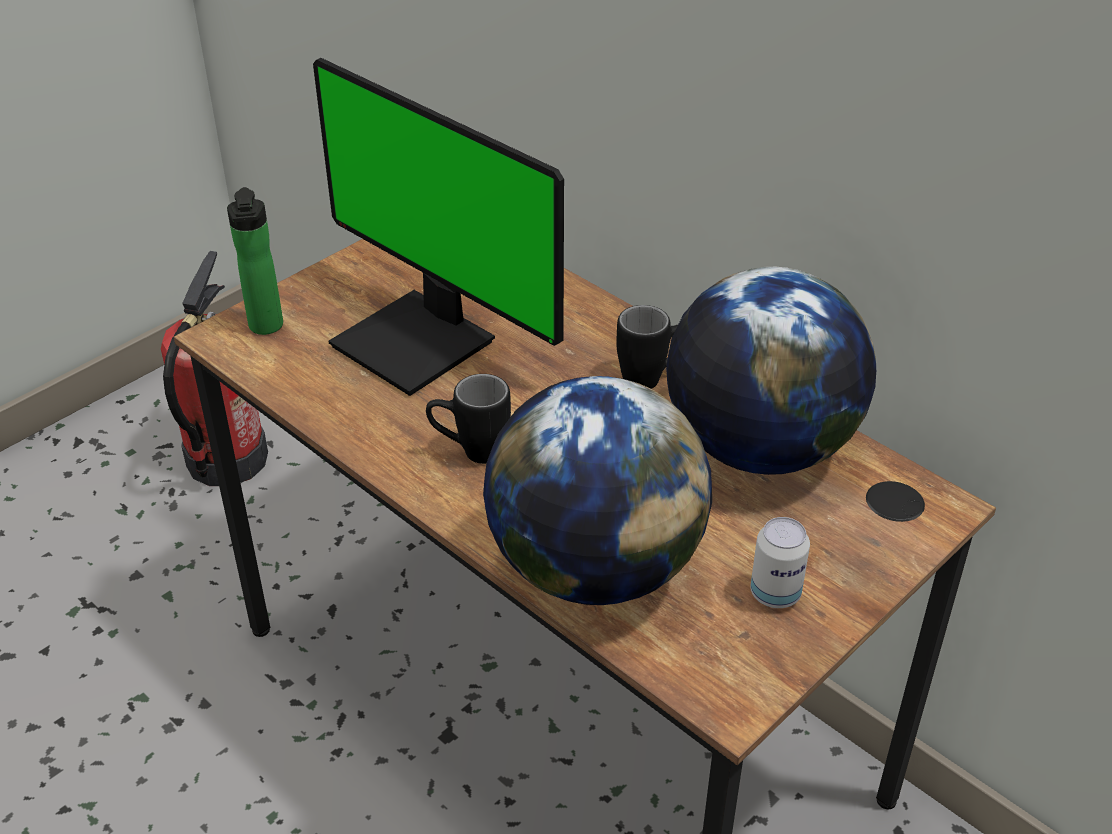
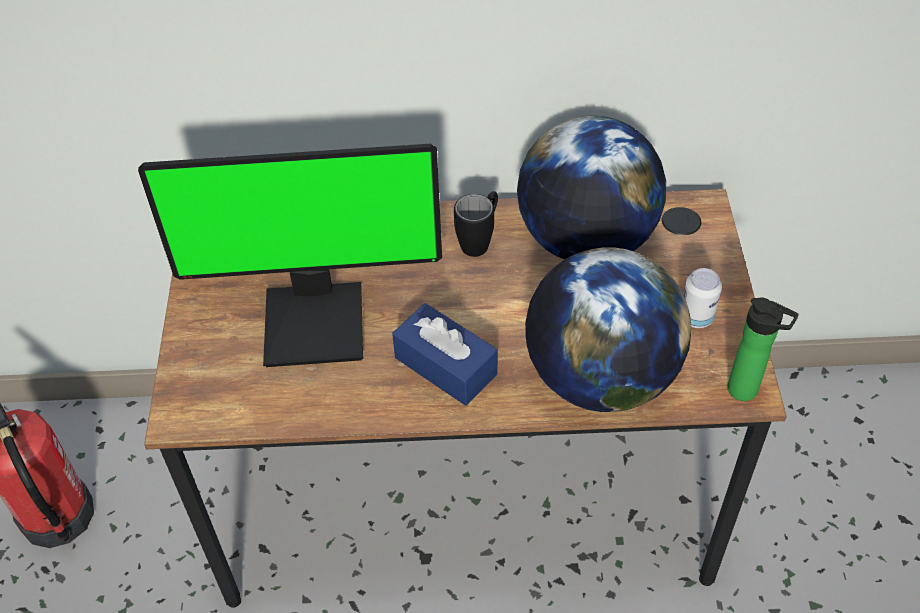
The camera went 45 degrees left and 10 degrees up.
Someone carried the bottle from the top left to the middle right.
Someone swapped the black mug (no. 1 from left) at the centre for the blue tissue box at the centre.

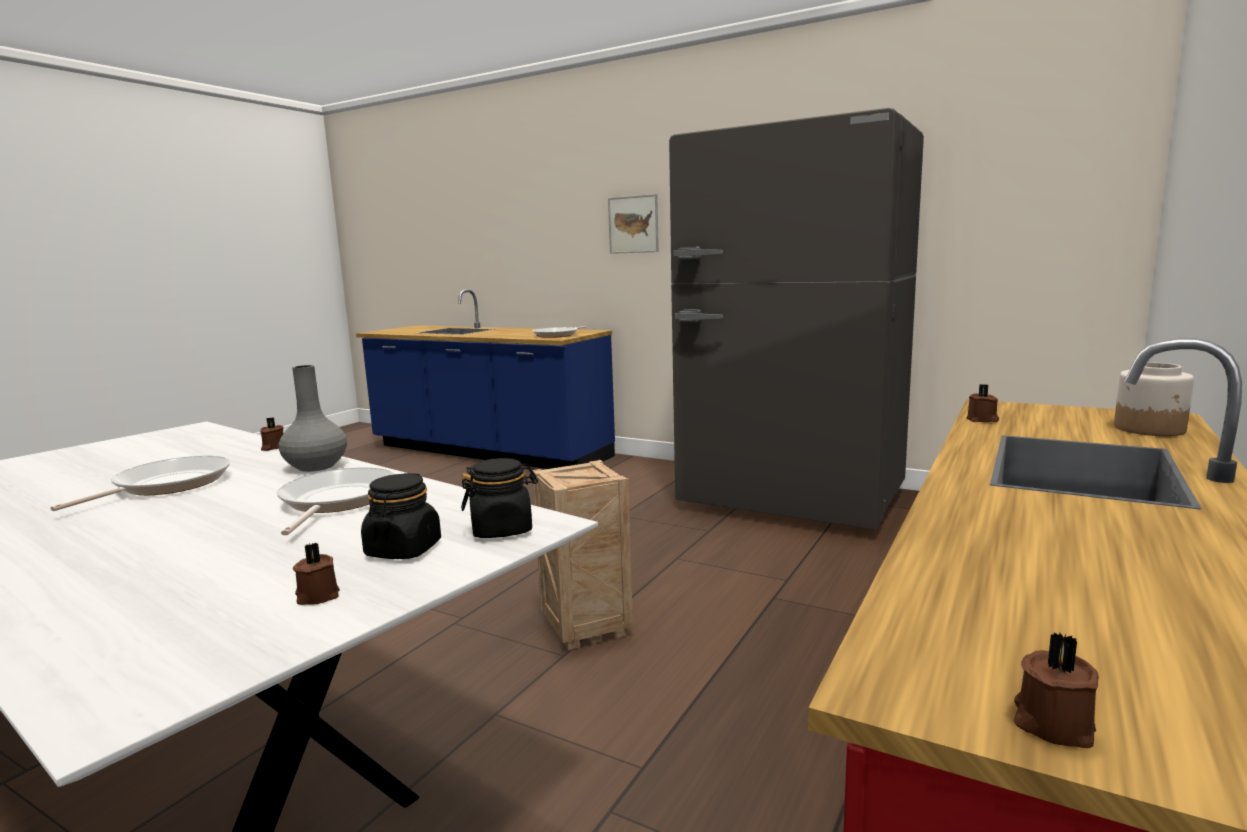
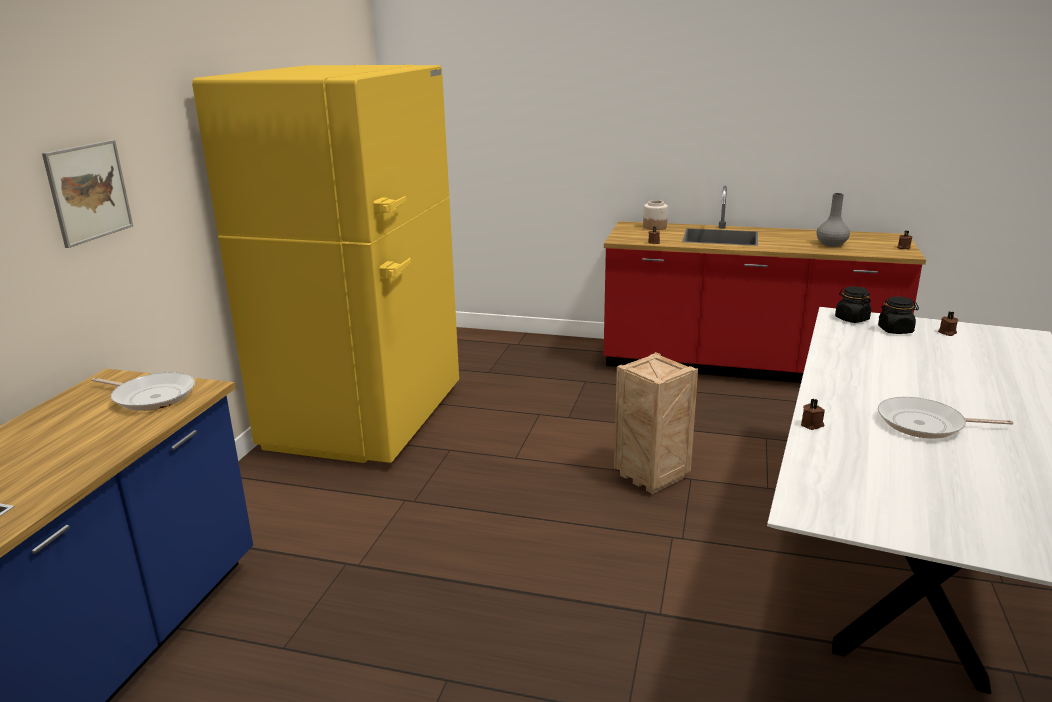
The camera went 105 degrees left and 10 degrees up.
Someone took away the frying pan (no. 2 from left) at the middle left.
Someone carried the grey vase from the middle left to the top right.
Someone repainted the grey fridge at the centre, which became the yellow fridge at the middle left.

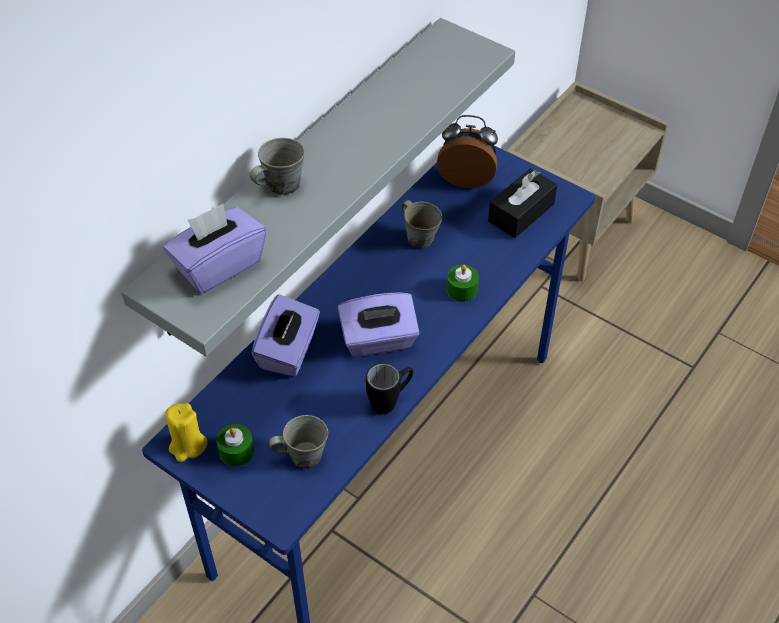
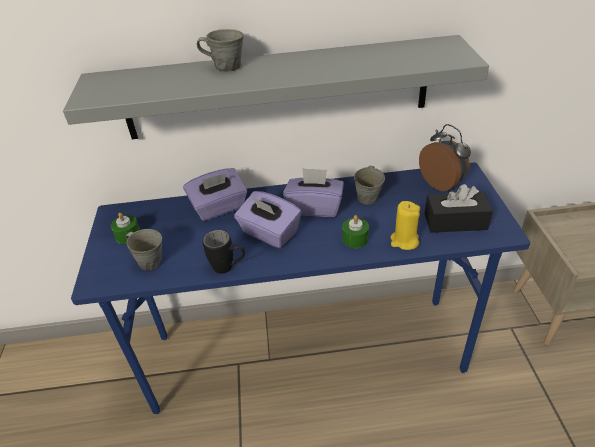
The camera went 50 degrees right and 10 degrees down.
Someone carried the purple tissue box (no. 1 from left in the first image) from the middle left to the centre.
Someone carried the yellow candle from the bottom left to the middle right.

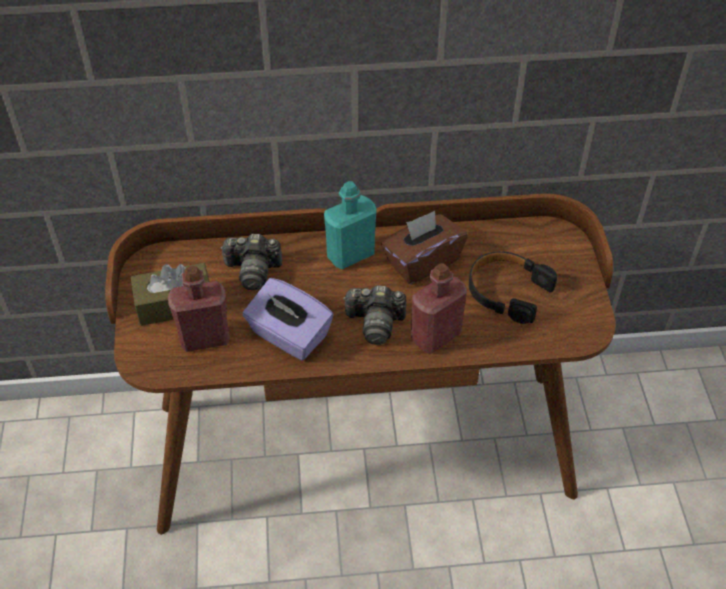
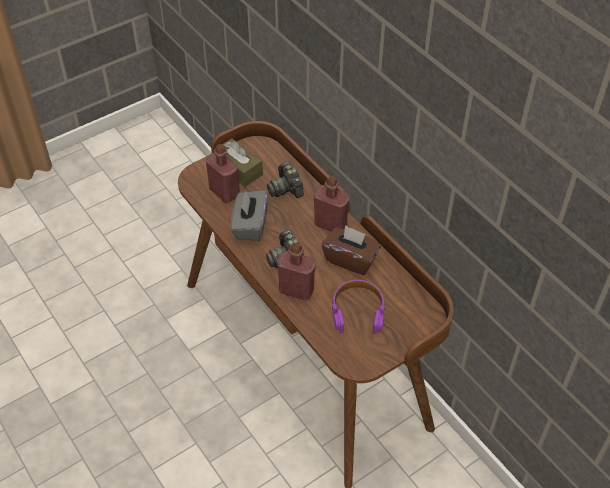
The camera went 60 degrees right and 0 degrees up.
Someone repainted the purple tissue box at the centre, which became the grey tissue box at the centre.
Someone repainted the turquoise bottle at the centre, which became the red bottle (no. 3 from left) at the centre.
Someone repainted the black headphones at the middle right, which became the purple headphones at the centre.

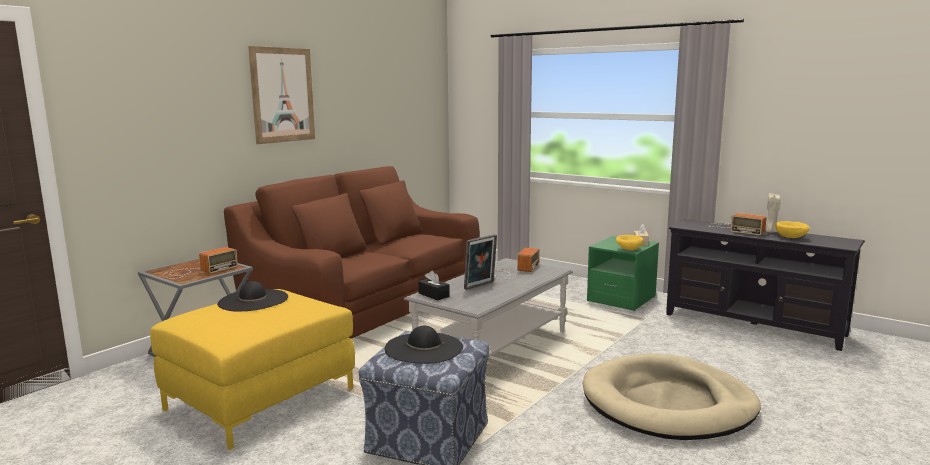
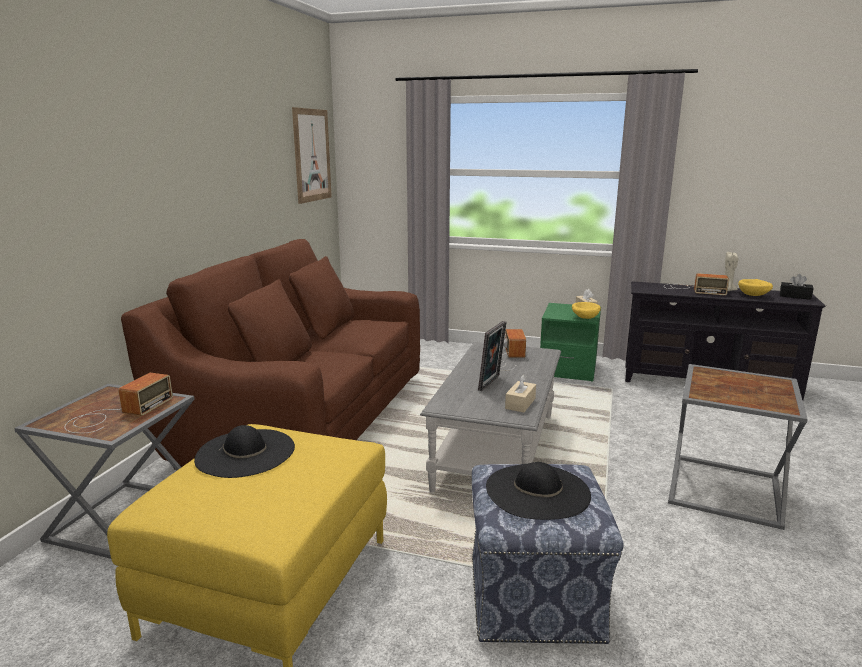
The camera went 20 degrees left and 5 degrees up.
Someone carried the picture from the top left to the top centre.
Someone carried the black tissue box from the centre to the middle right.
Someone swapped the beige dog bed at the bottom right for the grey side table (no. 2 from left) at the bottom right.
Someone put down the beige tissue box (no. 1 from left) at the centre.

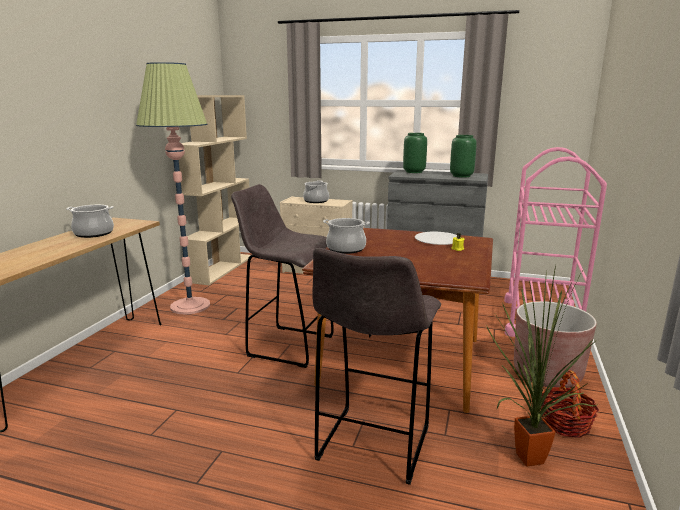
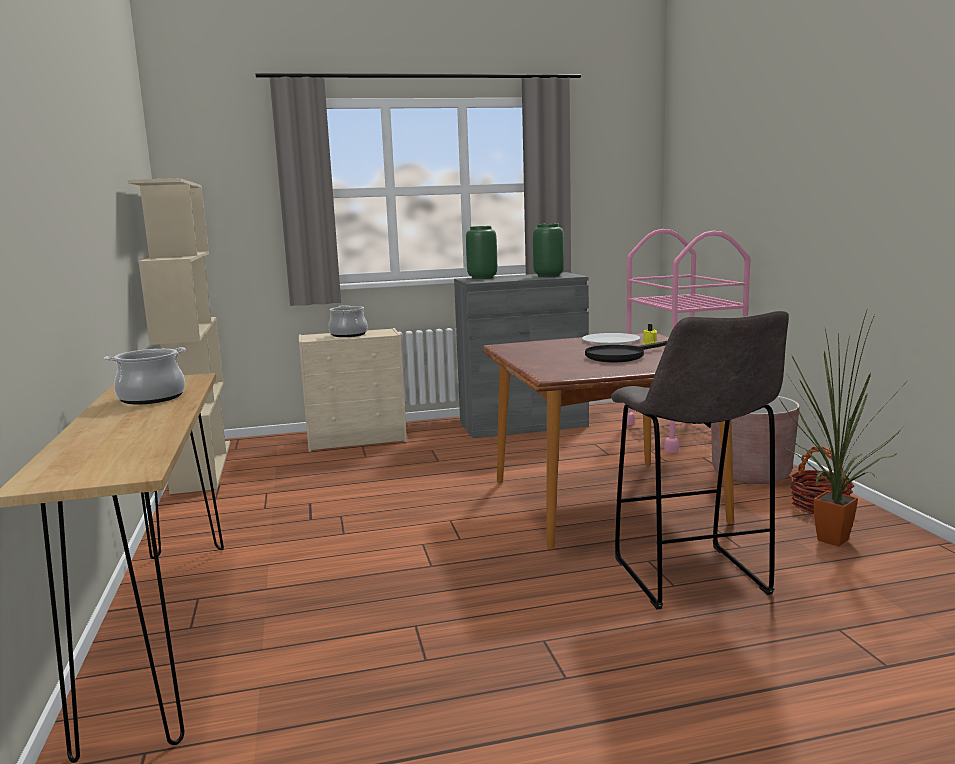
The camera went 30 degrees left and 5 degrees down.
Someone took away the floor lamp at the middle left.
Someone took away the grey stool (no. 1 from left) at the centre.
Someone took away the cooking pot (no. 3 from left) at the centre.
Someone put down the black frying pan at the centre.

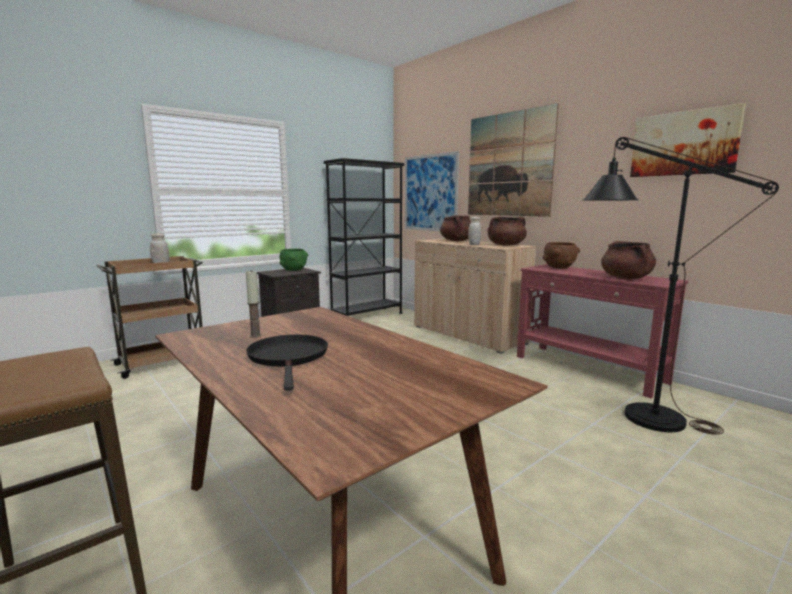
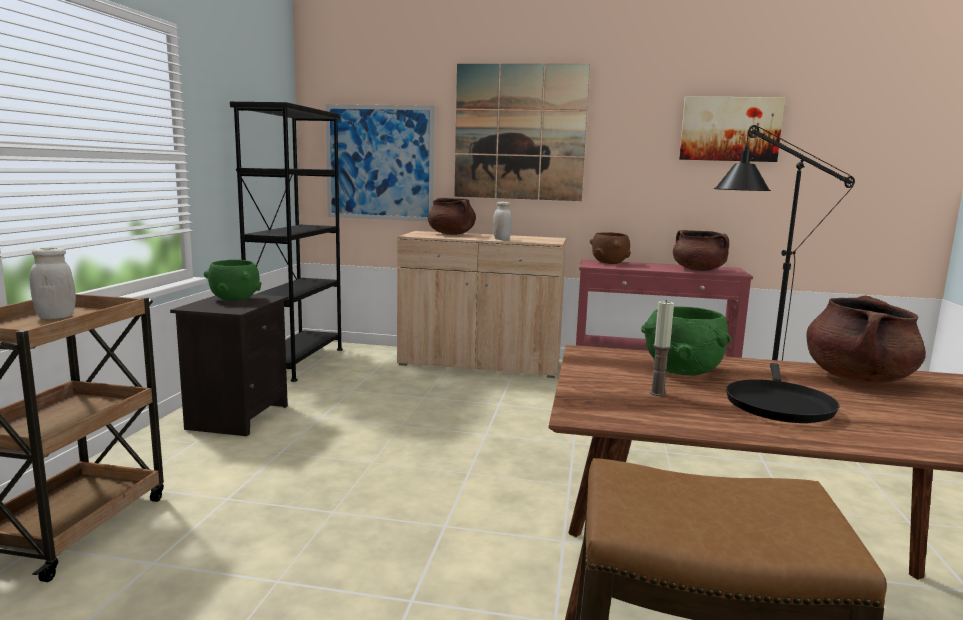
The camera went 40 degrees left and 0 degrees up.
Someone rotated the black frying pan at the centre by 105 degrees counterclockwise.
Someone carried the brown cooking pot (no. 2 from left in the first image) from the centre to the middle right.
Someone put down the green bowl (no. 2 from left) at the middle right.

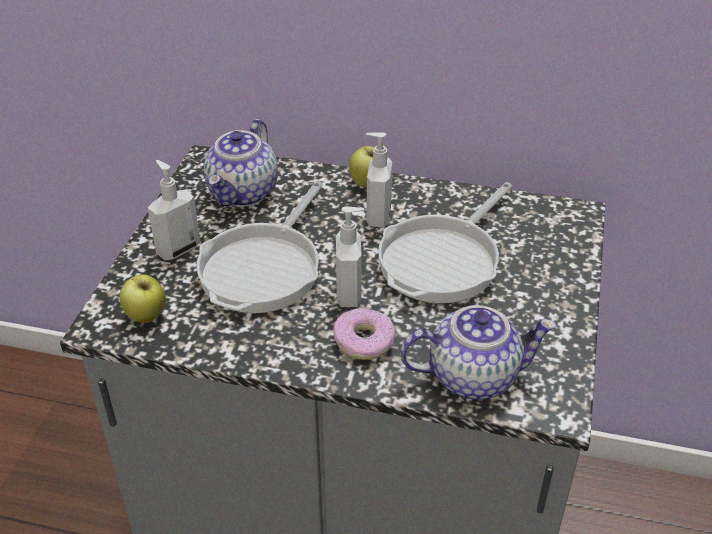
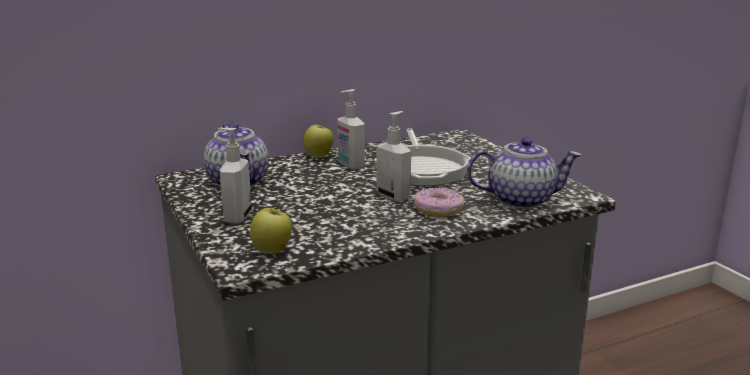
The camera went 40 degrees left and 20 degrees down.
Someone took away the frying pan (no. 1 from left) at the centre.
Someone rotated the teapot (no. 2 from left) at the middle right by 45 degrees clockwise.

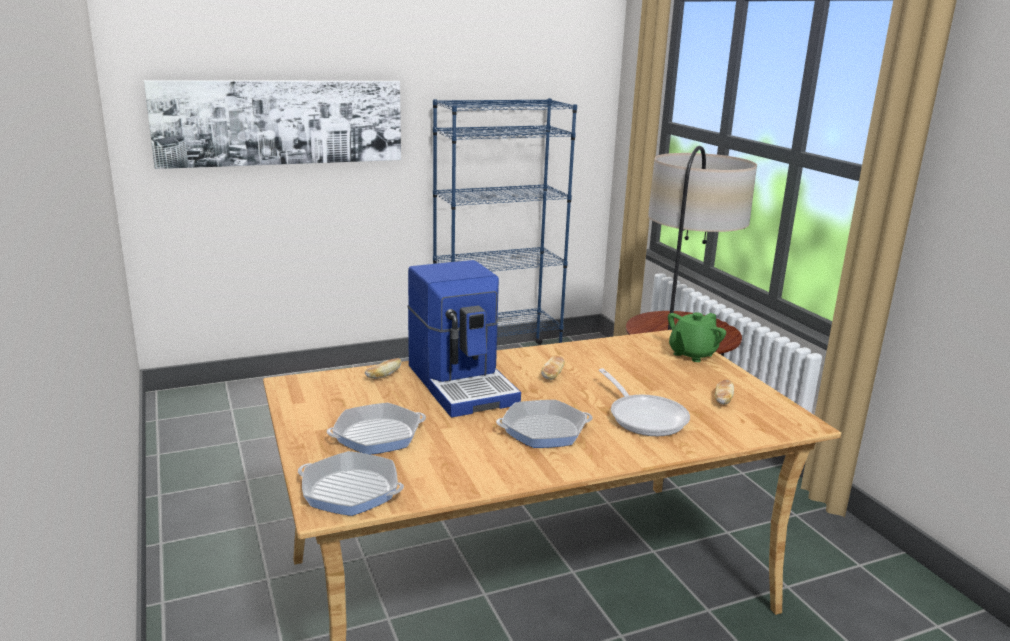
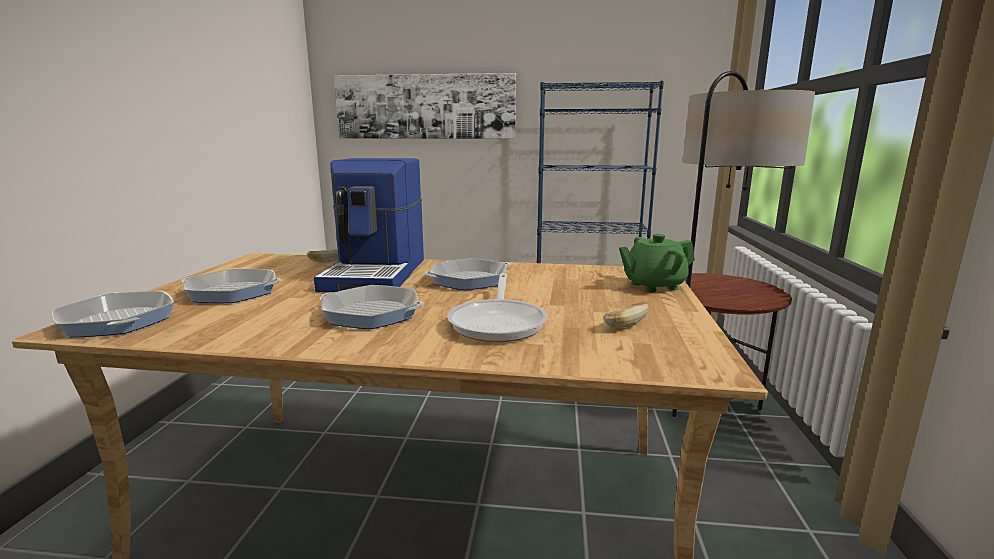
The camera went 30 degrees right and 5 degrees down.
Someone swapped the bread (no. 2 from left) at the centre for the frying pan (no. 4 from left) at the centre.

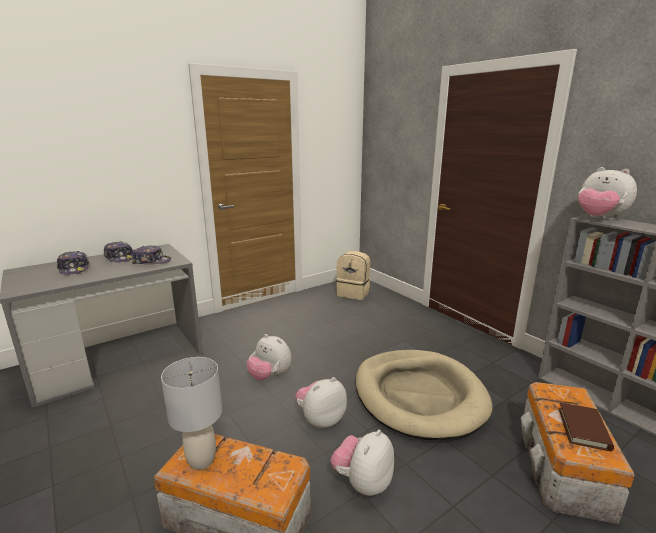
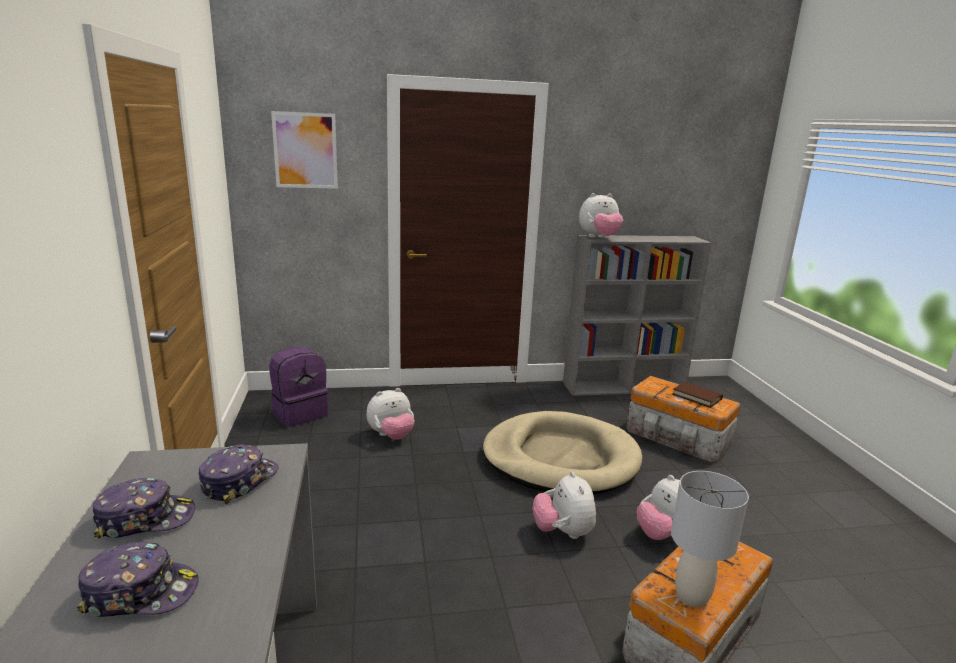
The camera went 65 degrees left and 0 degrees up.
Someone carried the plush toy (no. 1 from left) from the bottom centre to the centre.
Someone repainted the beige backpack at the centre, which became the purple backpack at the middle left.
Someone put up the picture at the top left.

